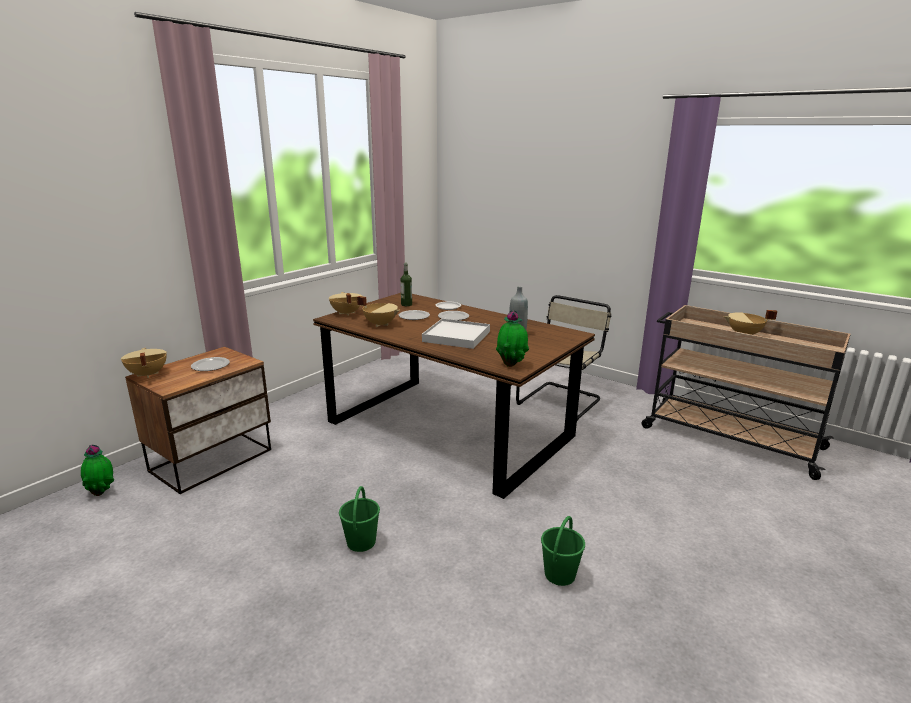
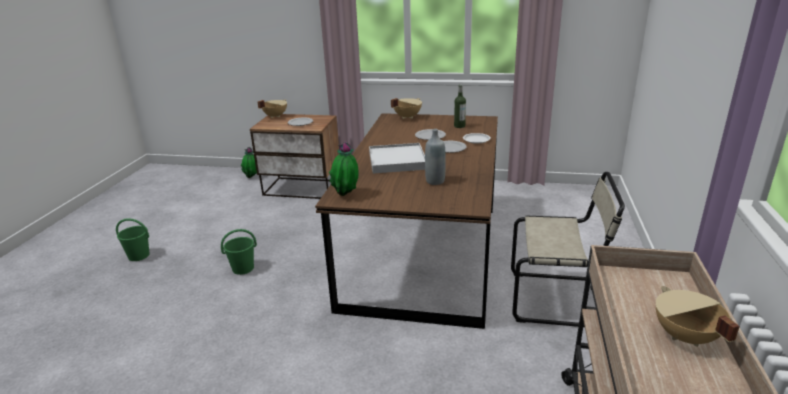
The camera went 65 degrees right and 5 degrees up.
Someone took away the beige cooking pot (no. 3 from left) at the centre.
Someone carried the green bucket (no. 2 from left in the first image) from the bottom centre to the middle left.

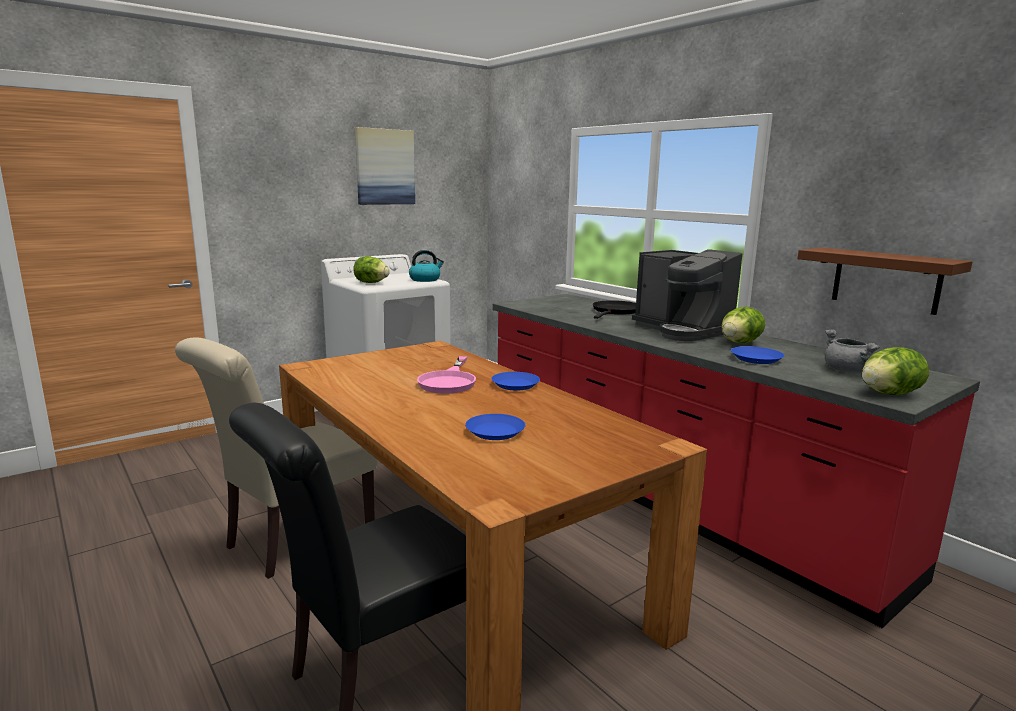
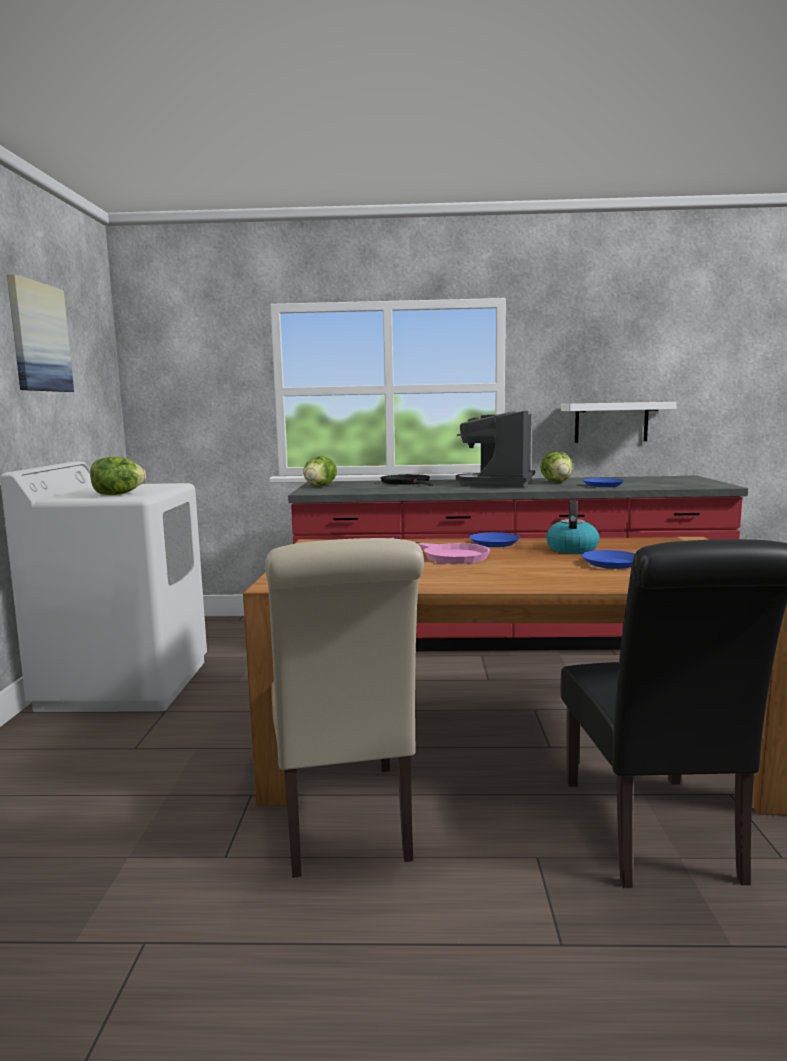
The camera went 50 degrees left and 5 degrees down.
Someone carried the kettle from the centre to the middle right.
Someone rotated the coffee machine at the middle right by 105 degrees clockwise.
Someone repainted the brown shelf at the middle right, which became the white shelf at the middle right.
Someone took away the grey cooking pot at the middle right.
Someone carried the lettuce (no. 3 from left in the first image) from the middle right to the centre.

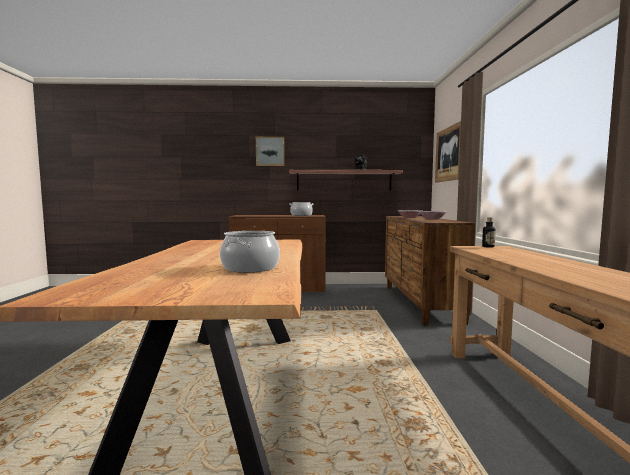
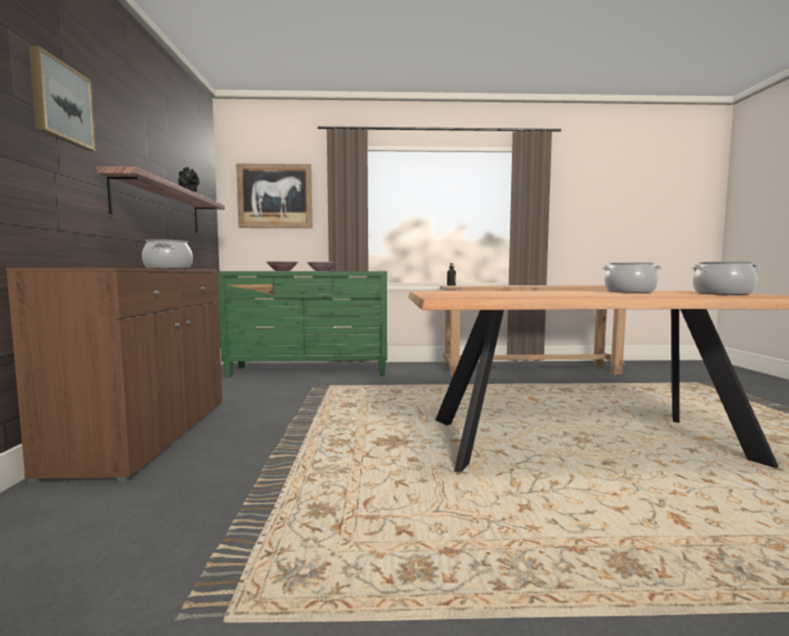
The camera went 90 degrees left and 0 degrees up.
Someone repainted the brown dresser at the middle right, which became the green dresser at the centre.
Someone put down the cooking pot (no. 3 from left) at the middle right.

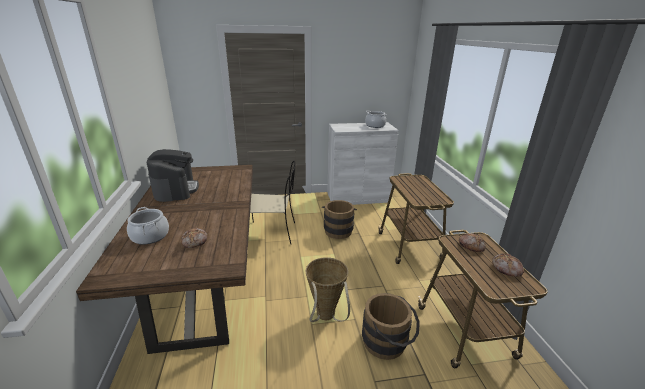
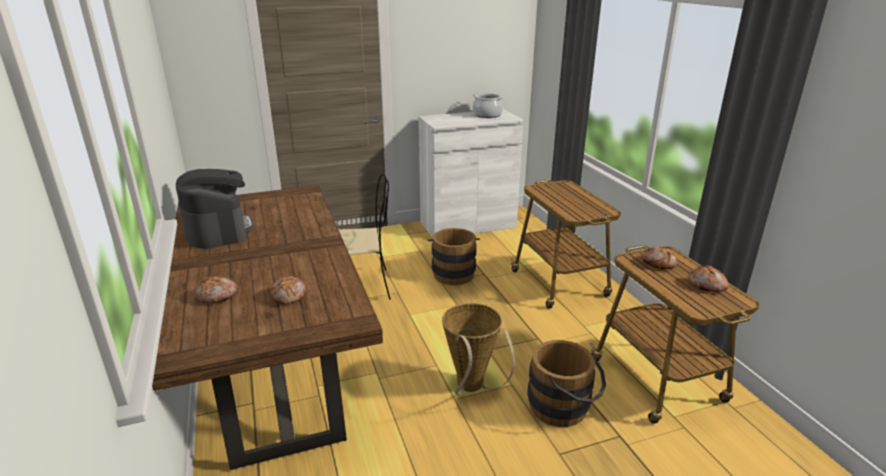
The camera went 10 degrees left and 0 degrees up.
Someone swapped the cooking pot (no. 1 from left) at the middle left for the bread (no. 1 from left) at the middle left.

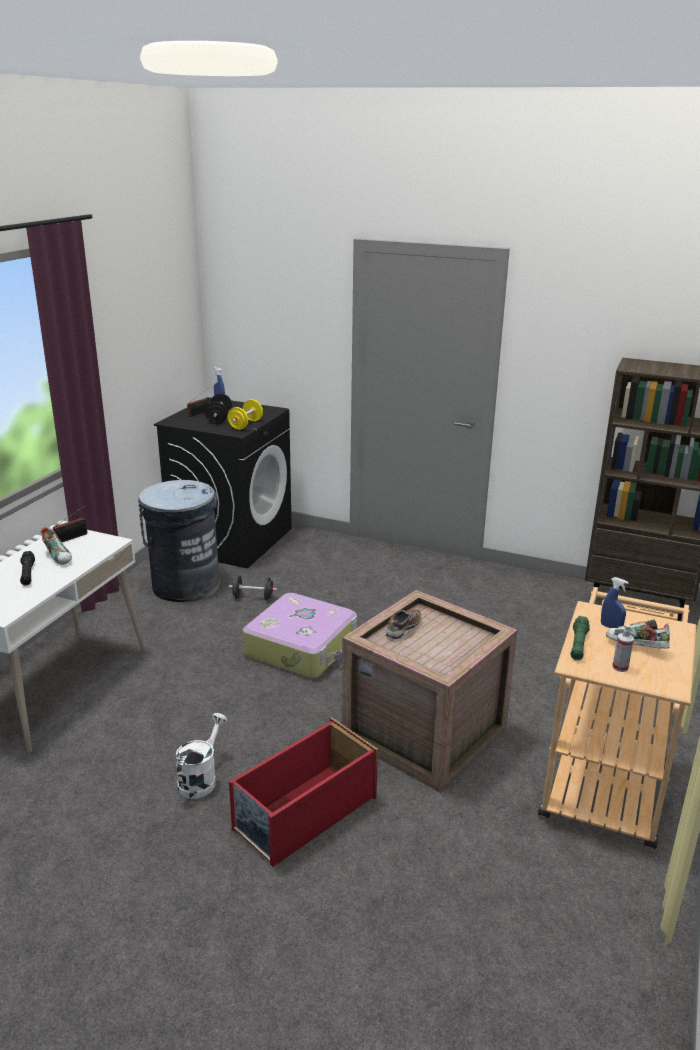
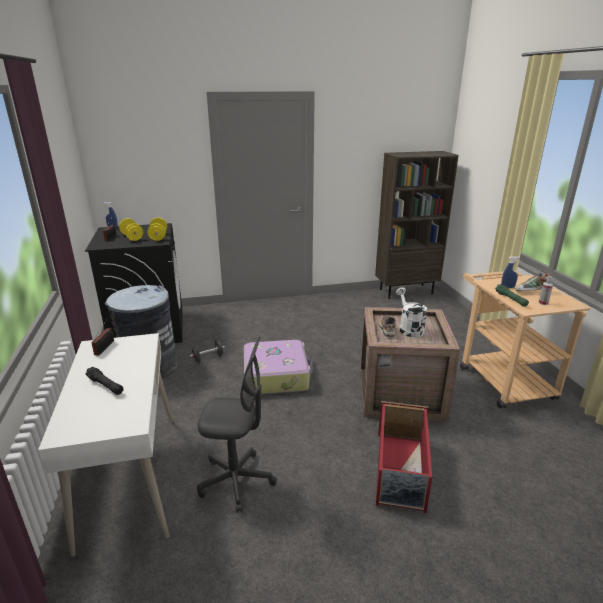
The camera went 35 degrees left and 0 degrees up.
Someone took away the shoe (no. 1 from left) at the middle left.
Someone carried the white watering can from the bottom left to the middle right.
Someone repainted the black dumbbell (no. 1 from left) at the middle left, which became the yellow dumbbell (no. 1 from left) at the middle left.
Someone put down the grey office chair at the bottom centre.

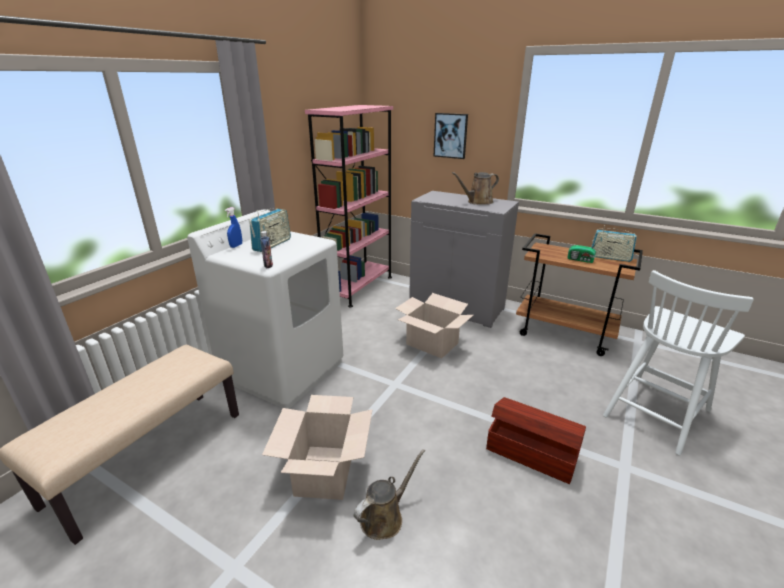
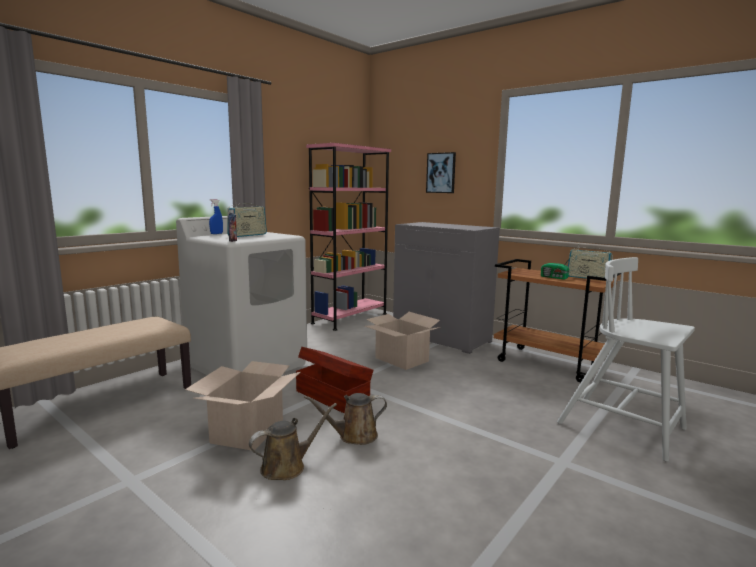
The camera went 10 degrees right and 15 degrees down.
Someone carried the brown watering can (no. 2 from left) from the top centre to the bottom centre.
Someone carried the brown storage box from the bottom right to the bottom centre.
Someone rotated the white chair at the middle right by 75 degrees clockwise.

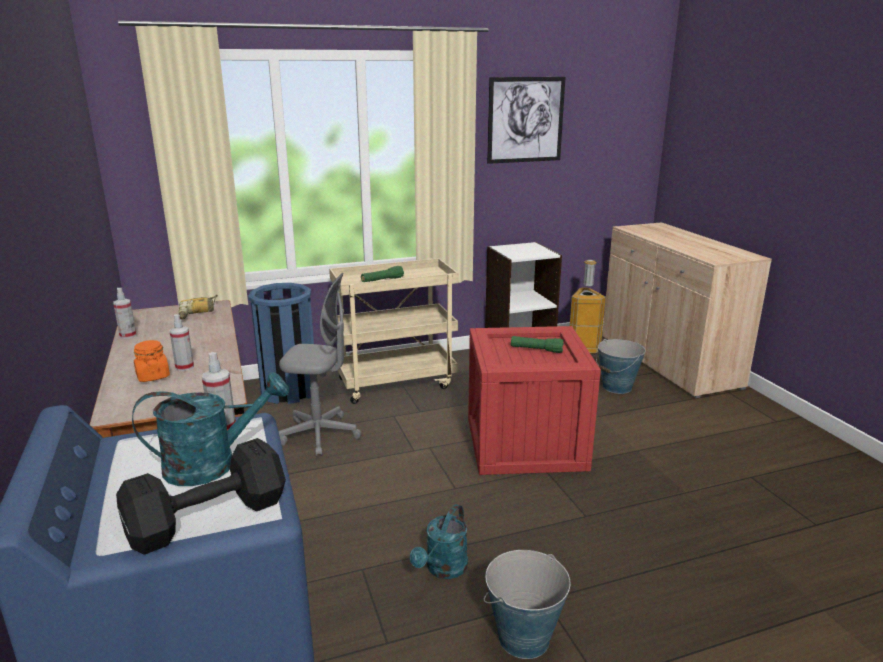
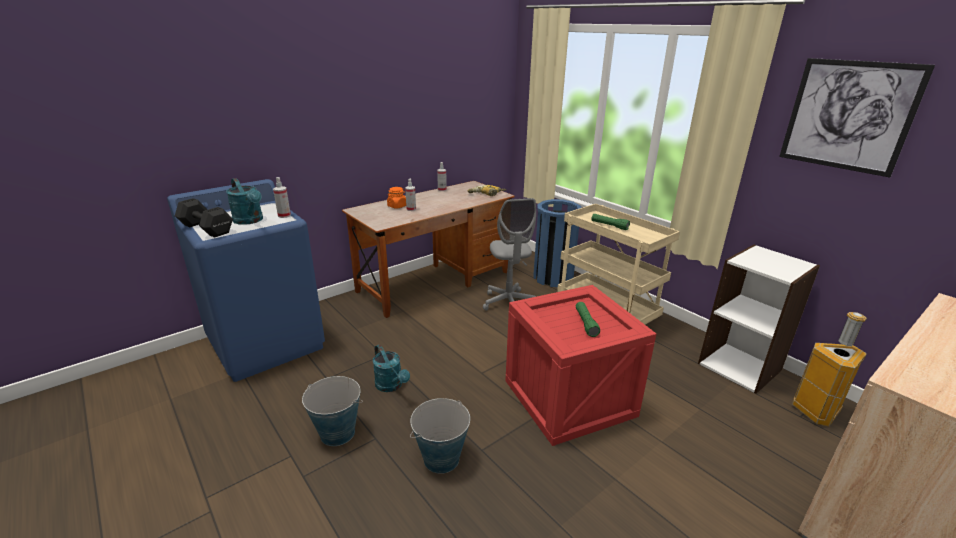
The camera went 70 degrees right and 5 degrees up.
Someone rotated the turquoise watering can (no. 2 from left) at the bottom centre by 135 degrees counterclockwise.
Someone carried the bucket (no. 2 from left) from the middle right to the bottom centre.

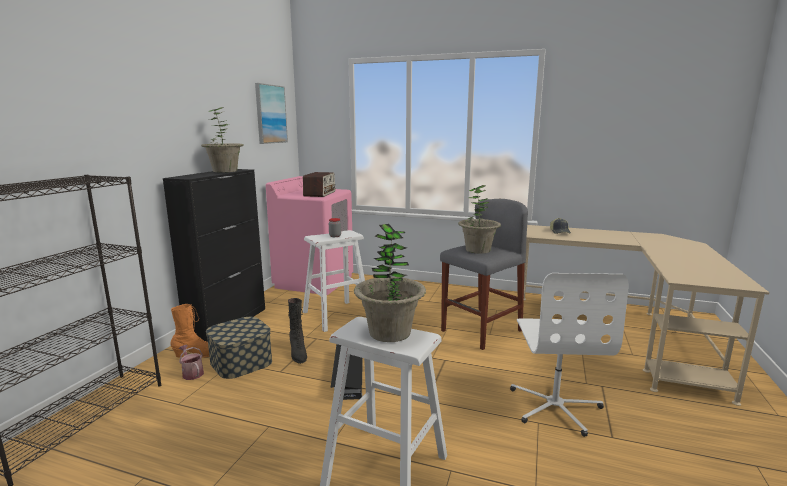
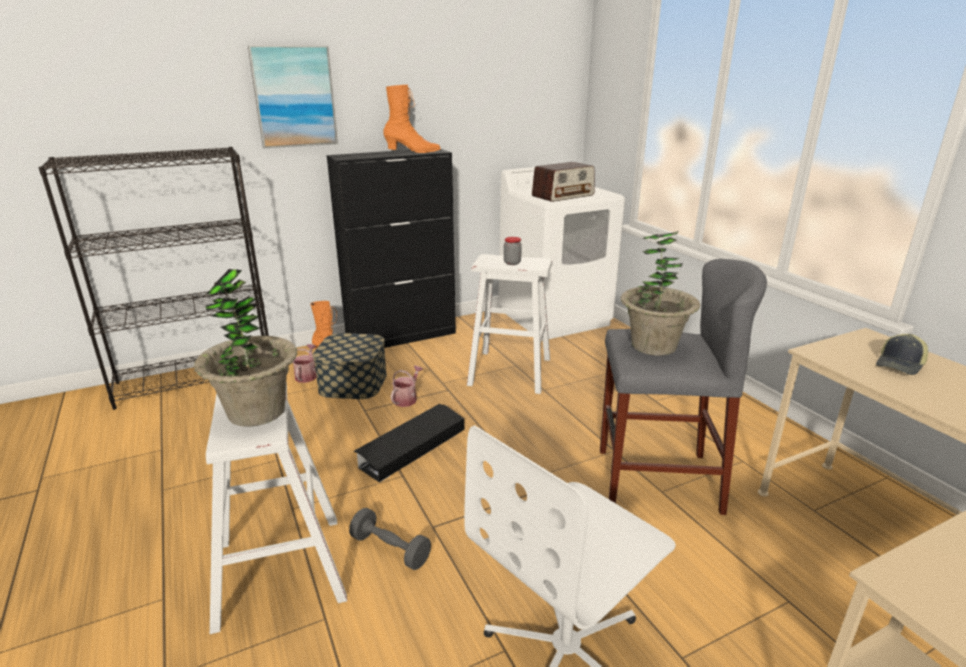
The camera went 45 degrees right and 10 degrees up.
Someone swapped the potted plant (no. 1 from left) at the top left for the orange boot (no. 2 from left) at the top centre.
Someone carried the picture from the top centre to the top left.
Someone repainted the pink washing machine at the centre, which became the white washing machine at the centre.
Someone swapped the black boot at the bottom centre for the watering can (no. 2 from left) at the centre.
Someone put down the grey dumbbell at the bottom centre.

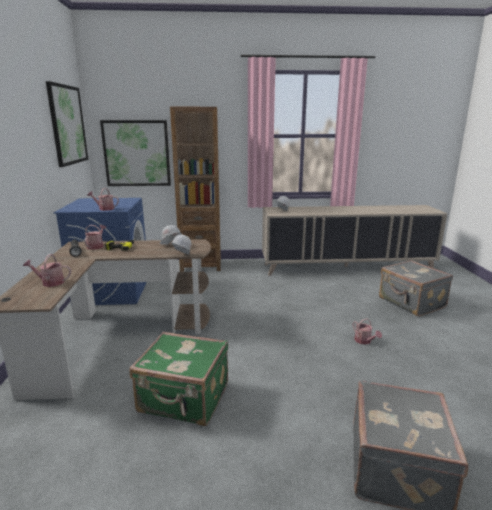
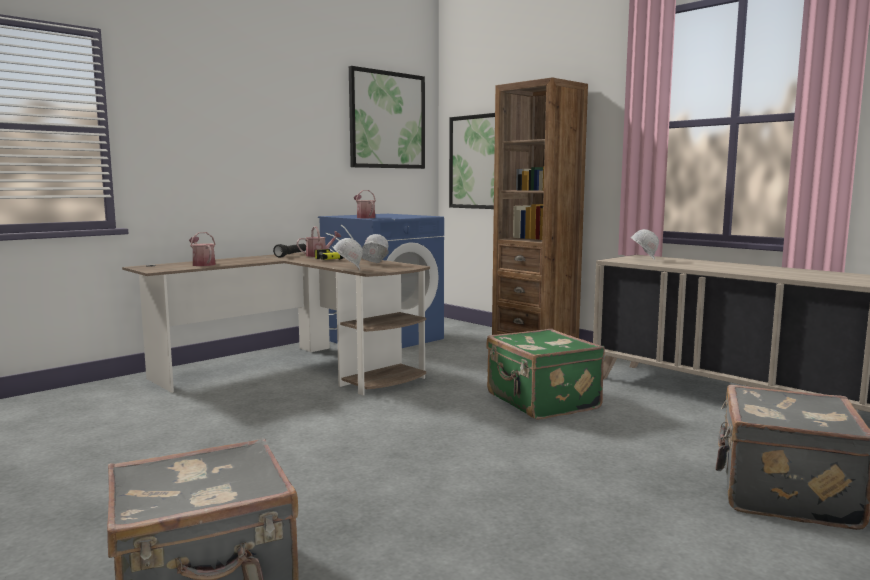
The camera went 50 degrees right and 10 degrees down.
Someone carried the green suitcase from the bottom centre to the centre.
Someone took away the watering can (no. 4 from left) at the middle right.

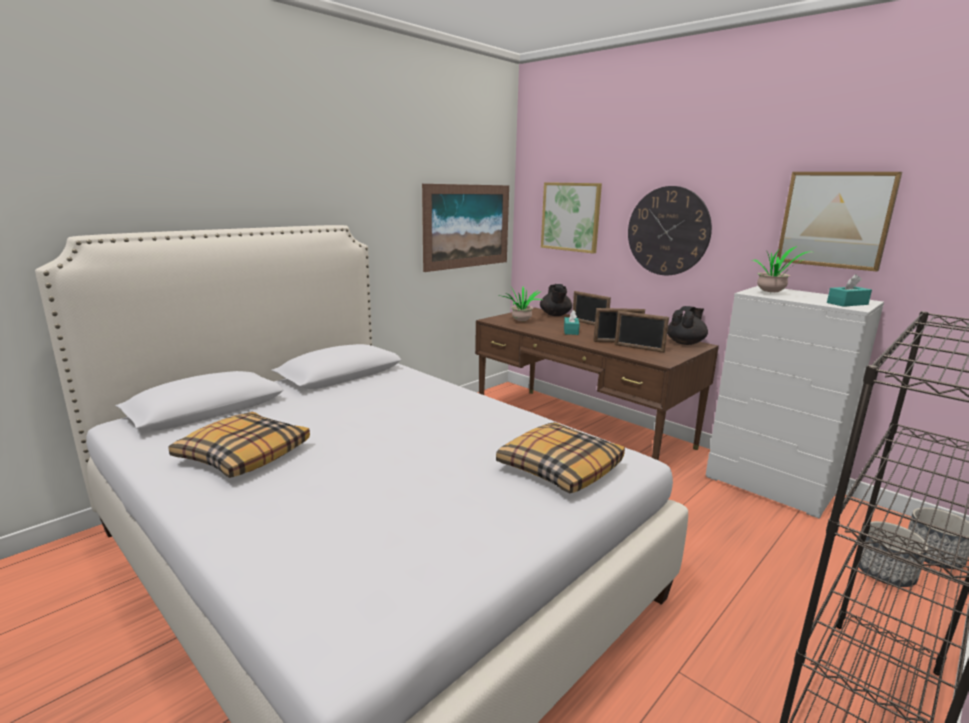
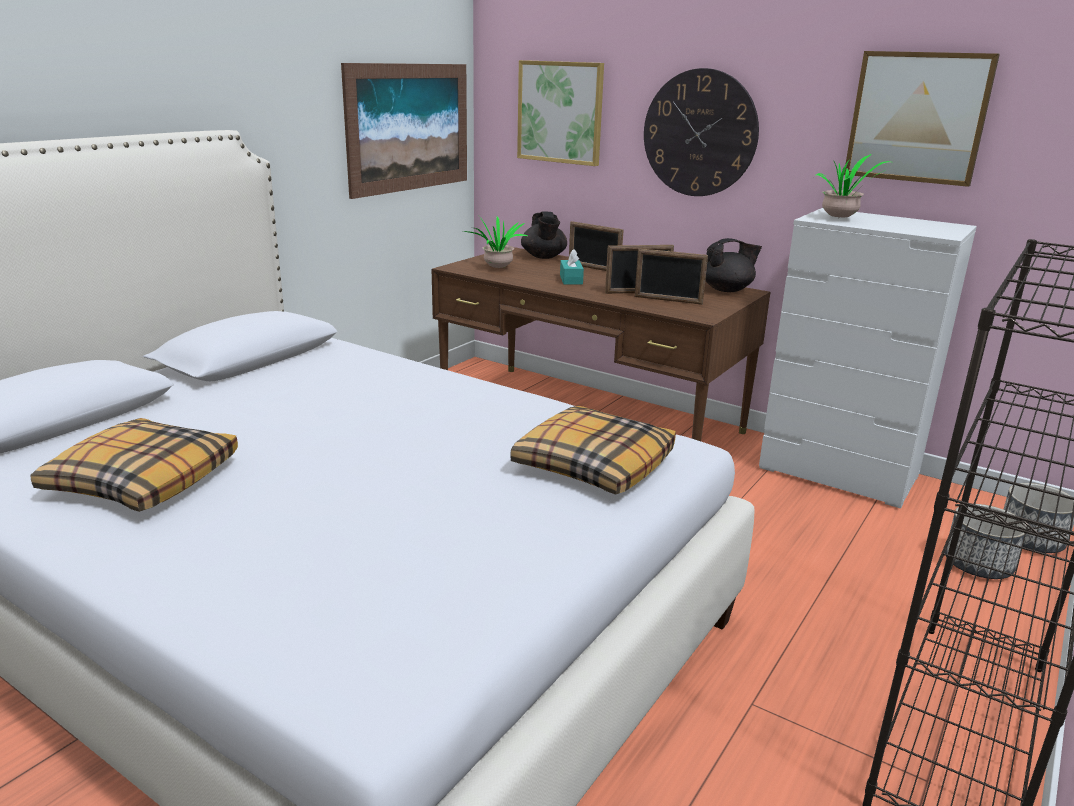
The camera went 10 degrees left and 5 degrees up.
Someone rotated the black teapot (no. 2 from left) at the middle right by 45 degrees clockwise.
Someone took away the turquoise tissue box (no. 2 from left) at the middle right.

